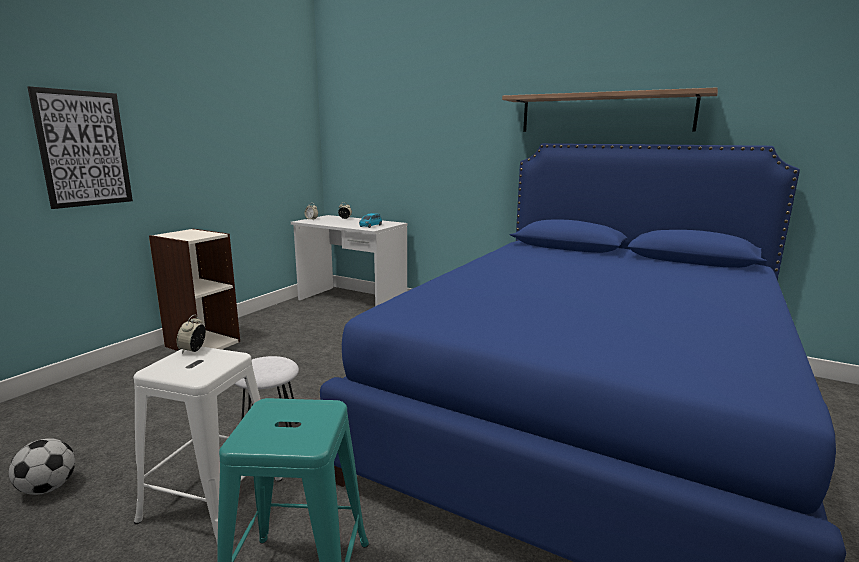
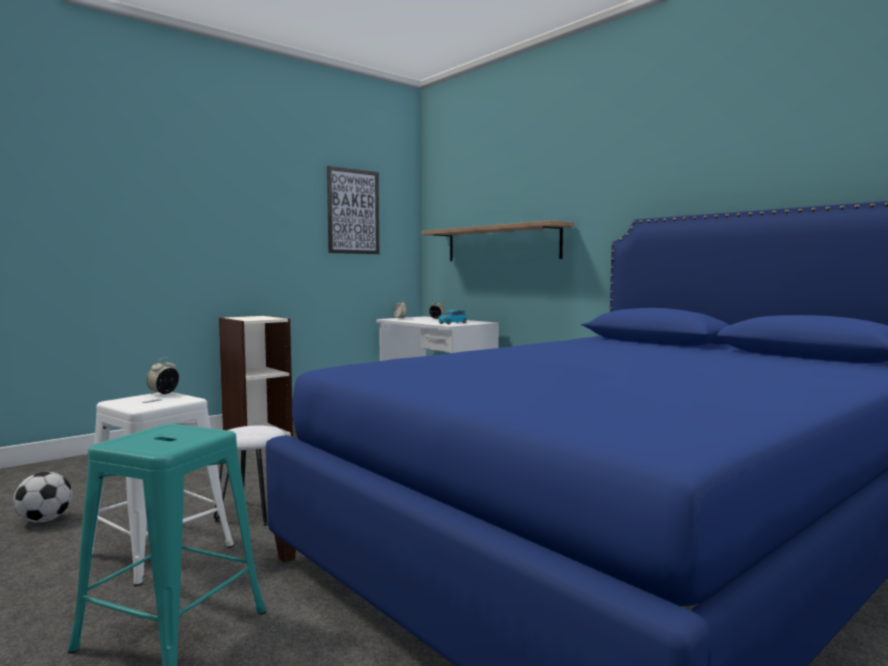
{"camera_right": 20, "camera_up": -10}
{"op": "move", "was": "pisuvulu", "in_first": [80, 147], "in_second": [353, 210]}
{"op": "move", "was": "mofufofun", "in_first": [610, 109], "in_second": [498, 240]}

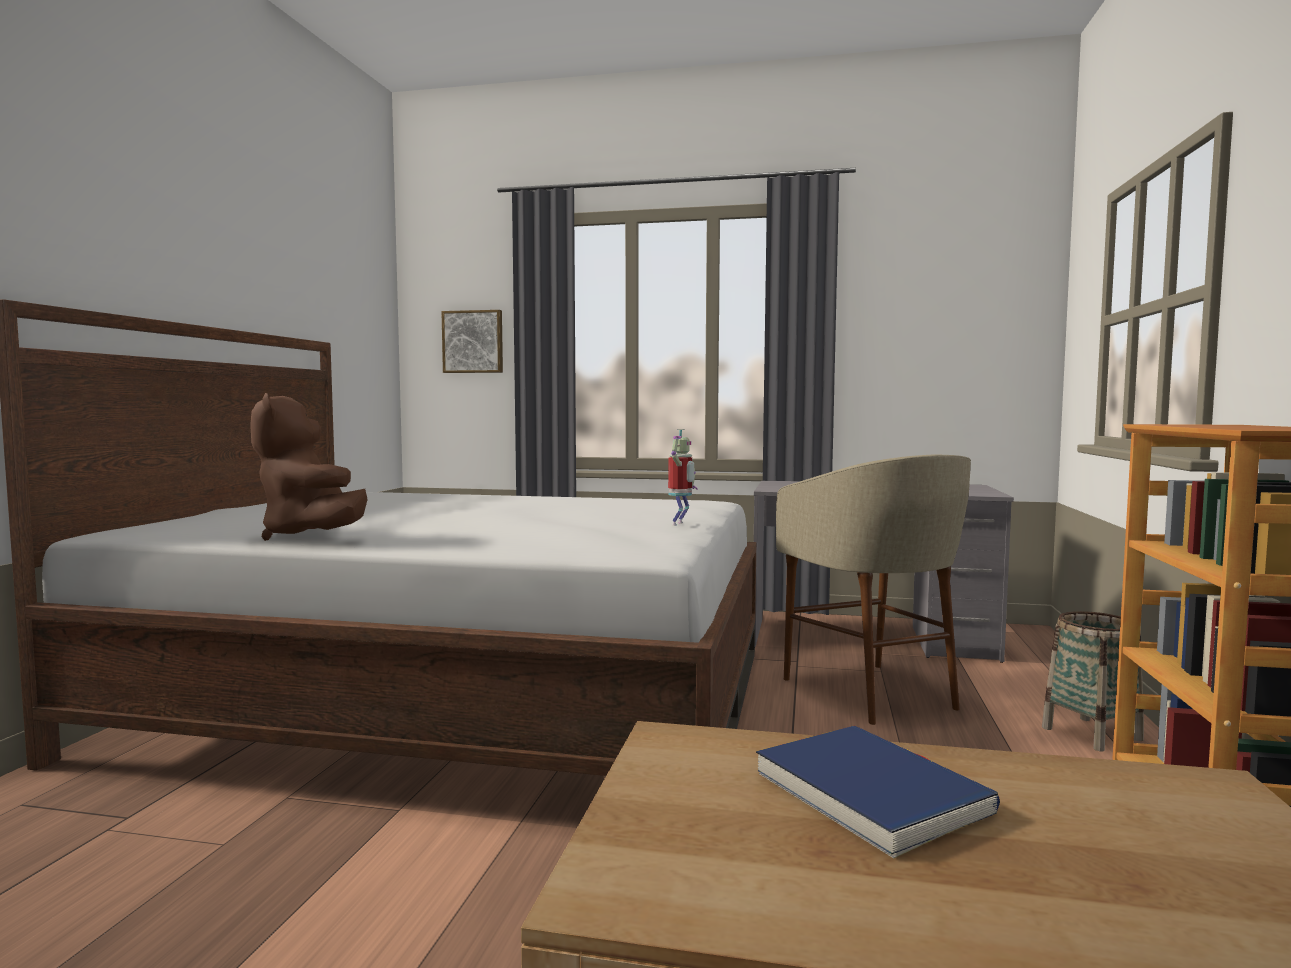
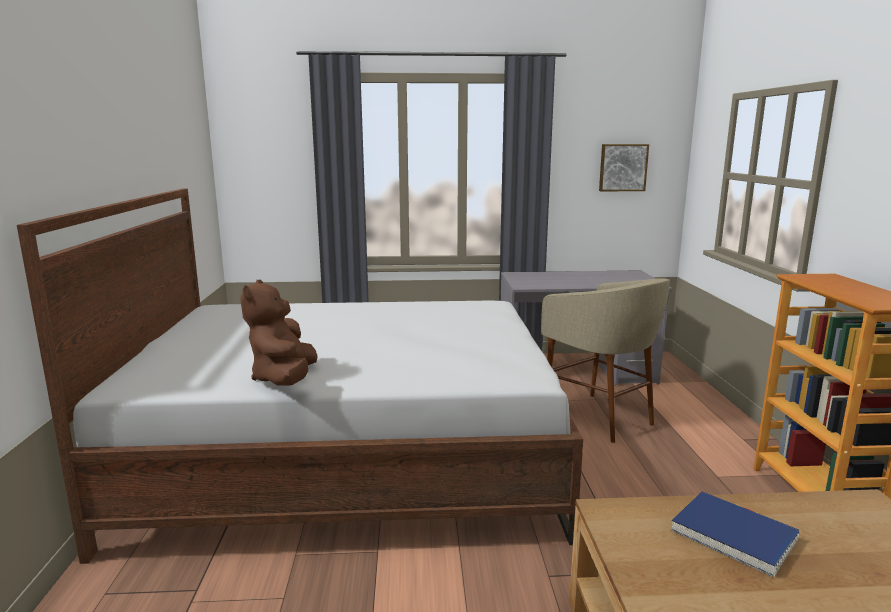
{"camera_right": -15, "camera_up": 10}
{"op": "rotate", "was": "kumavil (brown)", "in_first": [309, 467], "in_second": [279, 333], "clockwise": 45}
{"op": "move", "was": "pisuvulu", "in_first": [472, 341], "in_second": [624, 167]}
{"op": "delete", "was": "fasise", "in_first": [683, 477]}
{"op": "delete", "was": "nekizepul", "in_first": [1093, 681]}

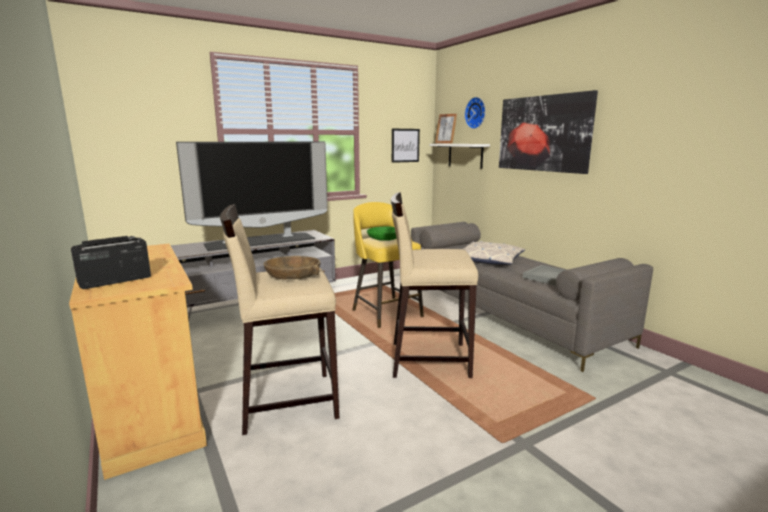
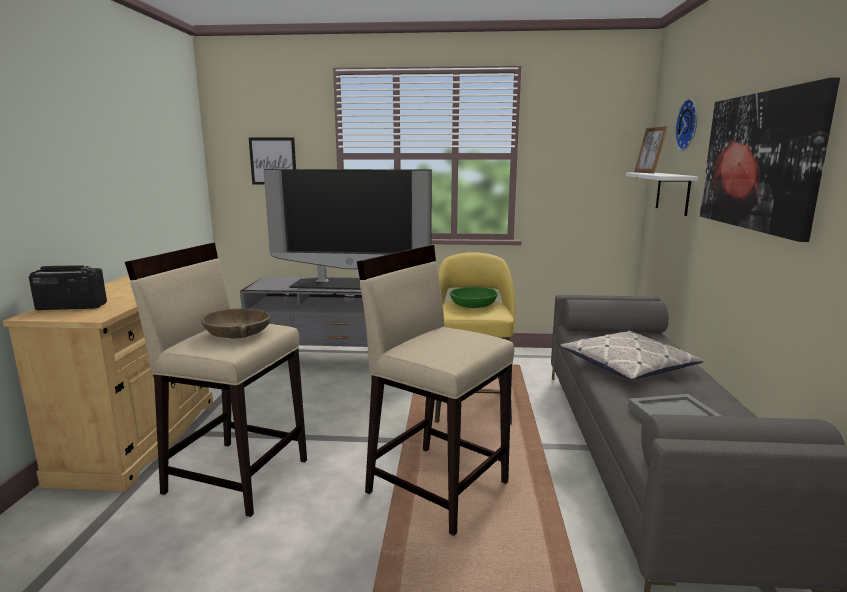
{"camera_right": 35, "camera_up": 0}
{"op": "move", "was": "pisuvulu", "in_first": [406, 146], "in_second": [272, 161]}

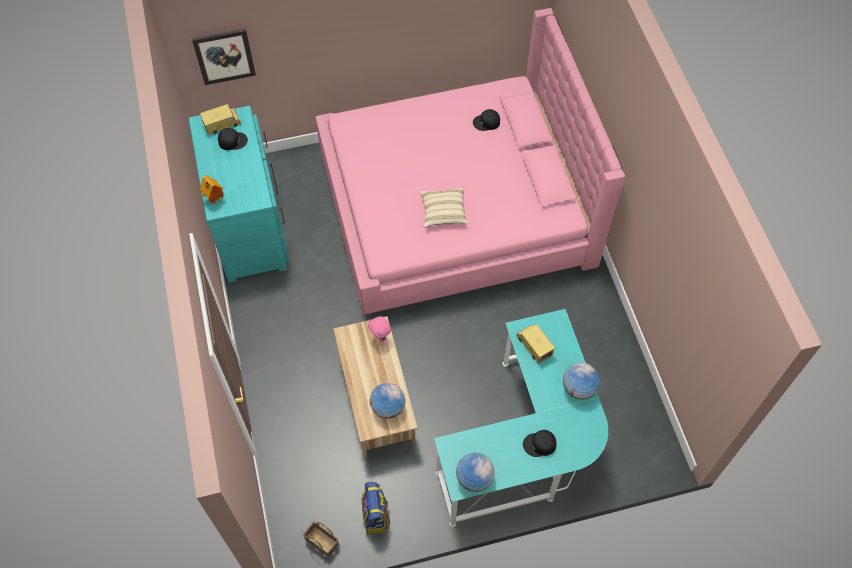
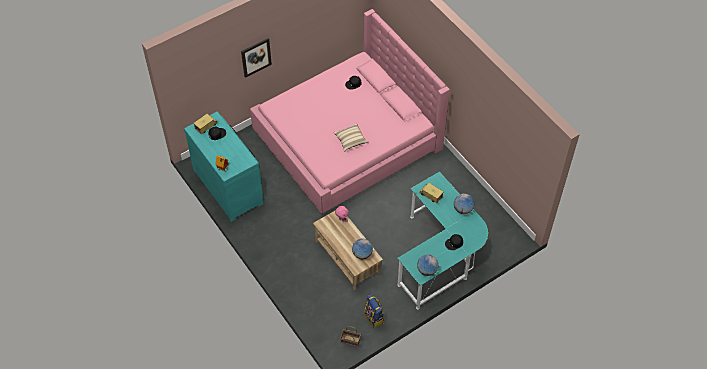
{"camera_right": -20, "camera_up": -5}
{"op": "move", "was": "pisuvulu", "in_first": [224, 57], "in_second": [256, 58]}

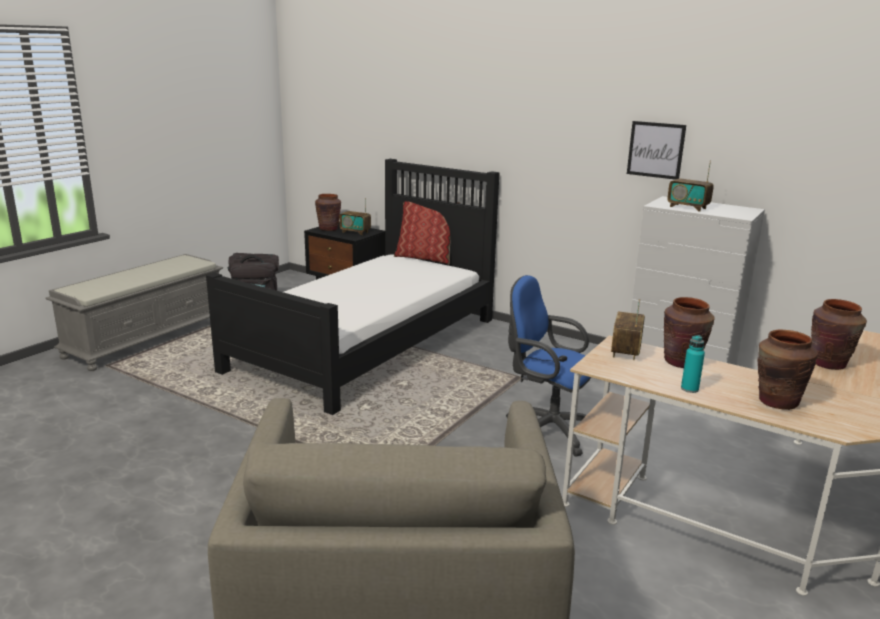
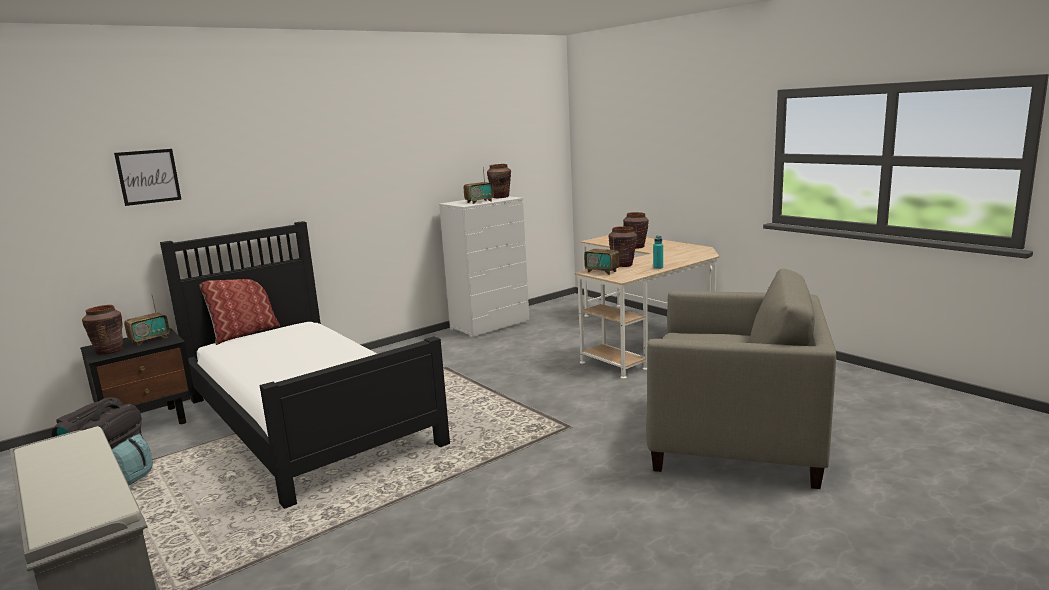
{"camera_right": -70, "camera_up": -5}
{"op": "move", "was": "pisuvulu", "in_first": [656, 150], "in_second": [148, 177]}
{"op": "move", "was": "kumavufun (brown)", "in_first": [787, 369], "in_second": [499, 181]}
{"op": "delete", "was": "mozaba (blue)", "in_first": [548, 366]}

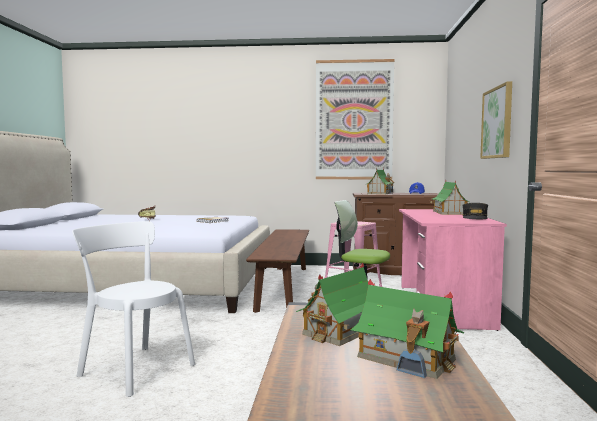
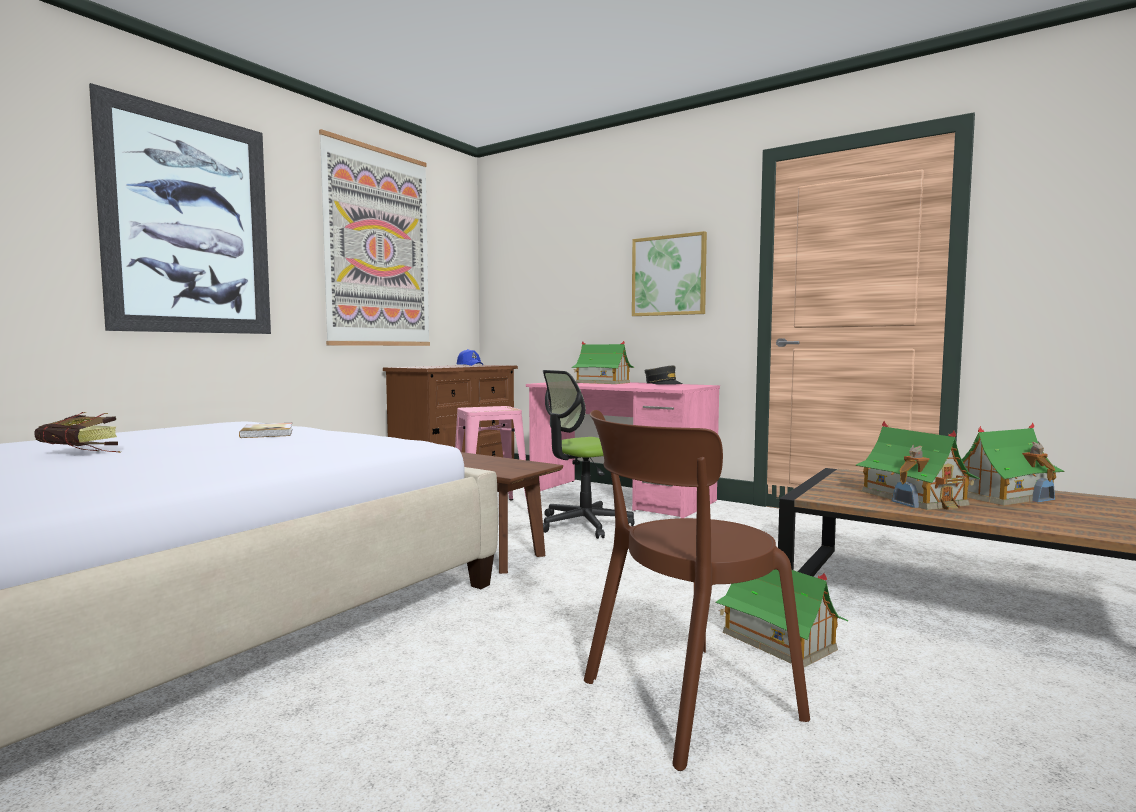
{"camera_right": -60, "camera_up": 0}
{"op": "insert", "now": "pisuvulu", "in_second": [180, 208]}
{"op": "recolor", "was": "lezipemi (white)", "now": "lezipemi (brown)", "in_first": [133, 309], "in_second": [697, 590]}
{"op": "move", "was": "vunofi", "in_first": [379, 181], "in_second": [782, 618]}

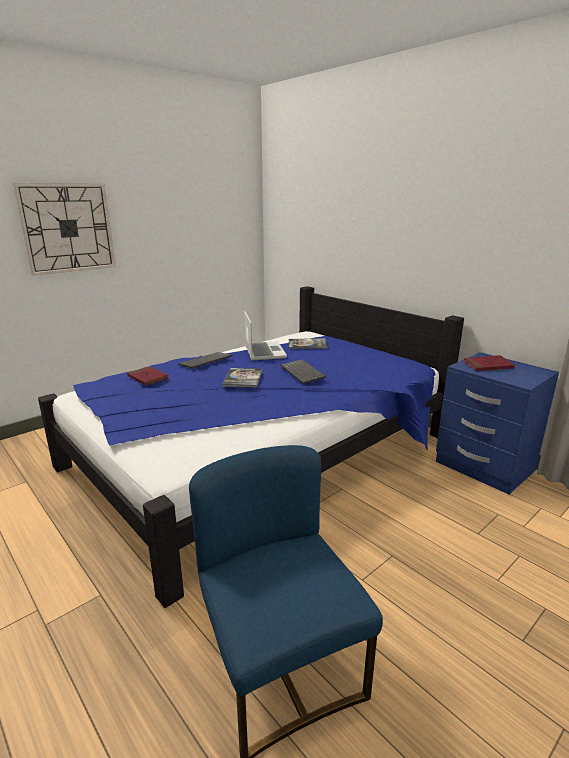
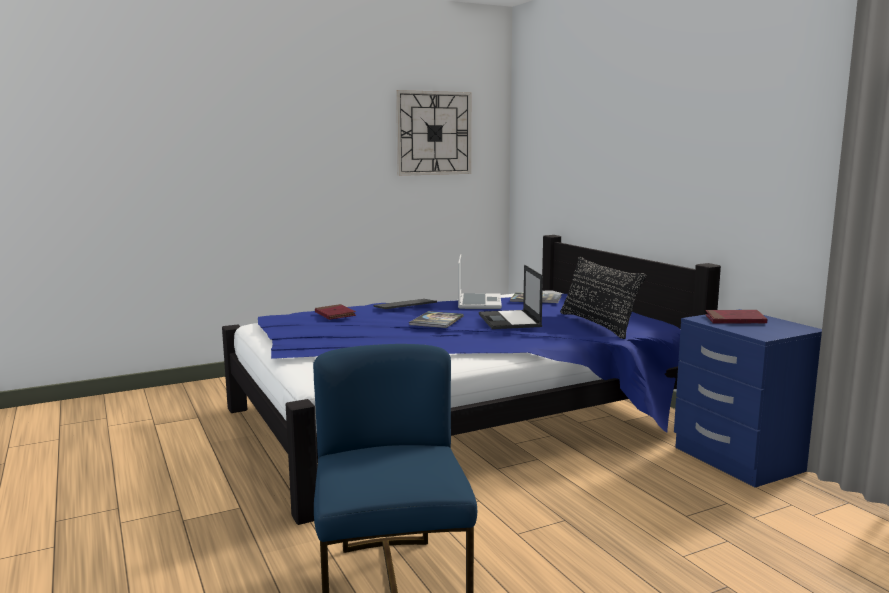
{"camera_right": 15, "camera_up": -10}
{"op": "move", "was": "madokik", "in_first": [64, 229], "in_second": [433, 133]}
{"op": "replace", "was": "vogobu", "now": "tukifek", "in_first": [303, 371], "in_second": [511, 297]}
{"op": "insert", "now": "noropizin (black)", "in_second": [603, 297]}

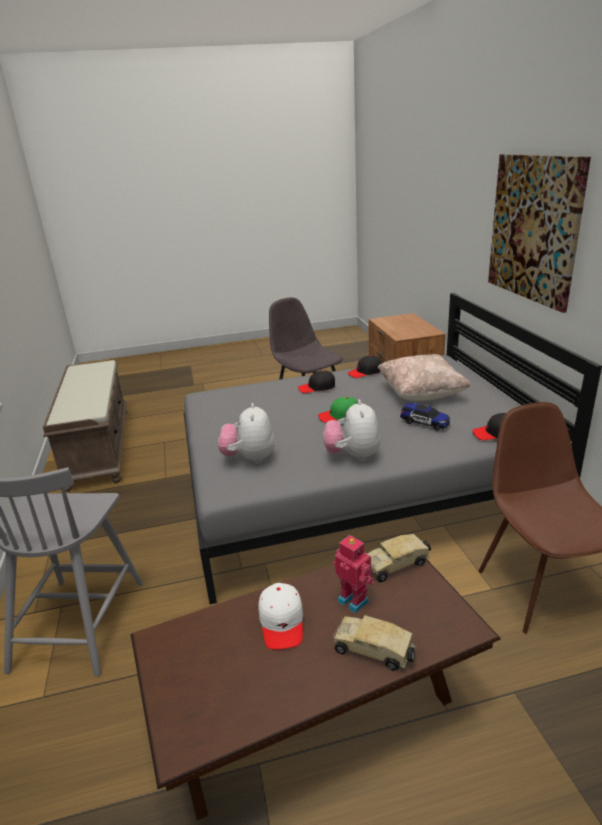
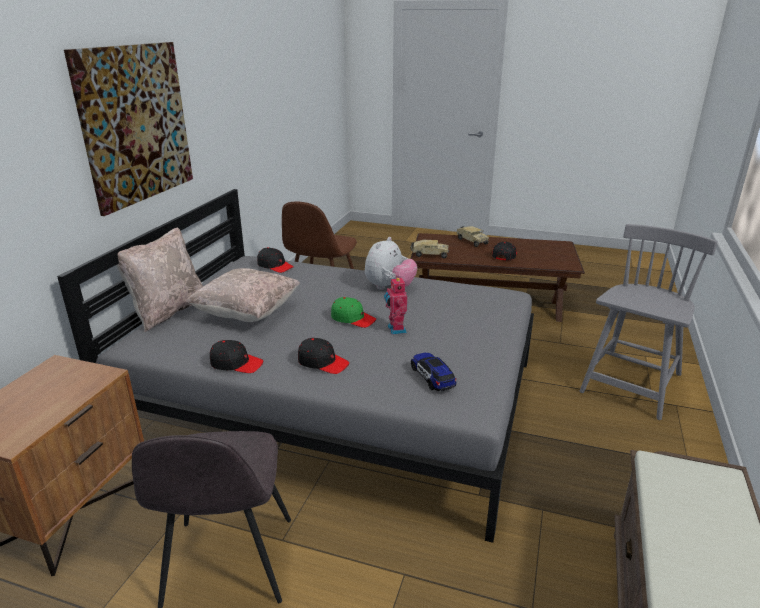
{"camera_right": -150, "camera_up": 0}
{"op": "insert", "now": "noropizin (beige)", "in_second": [160, 280]}
{"op": "move", "was": "fasise", "in_first": [354, 574], "in_second": [395, 305]}
{"op": "move", "was": "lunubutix", "in_first": [425, 417], "in_second": [433, 372]}
{"op": "recolor", "was": "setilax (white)", "now": "setilax (black)", "in_first": [281, 616], "in_second": [504, 251]}
{"op": "delete", "was": "kumavil", "in_first": [246, 433]}

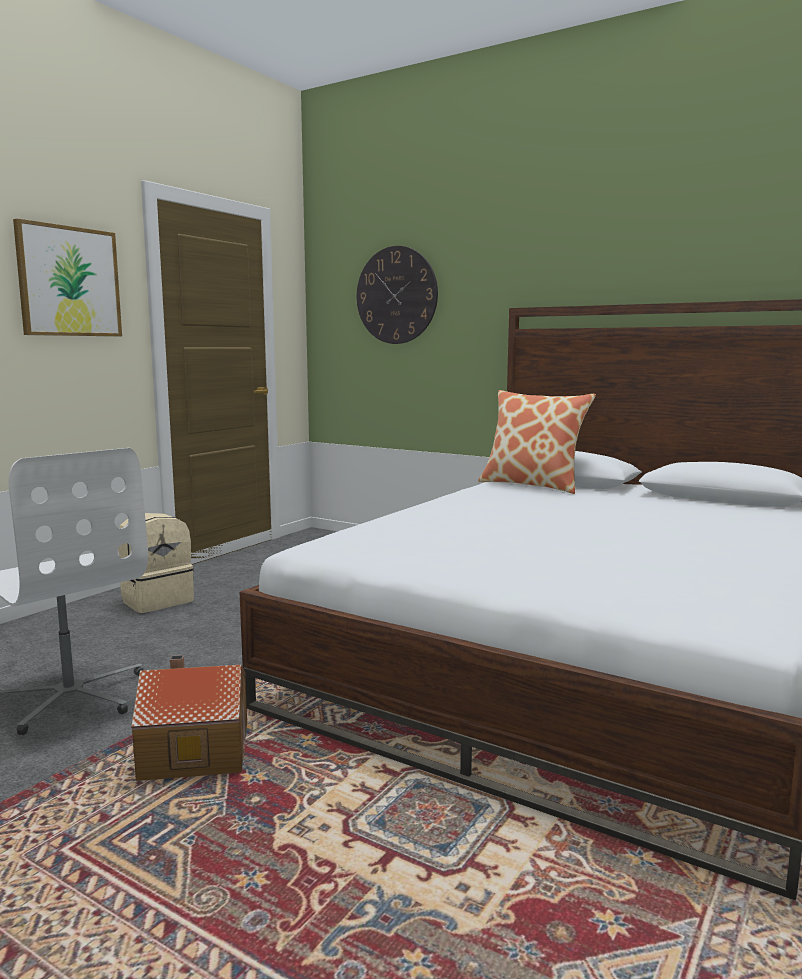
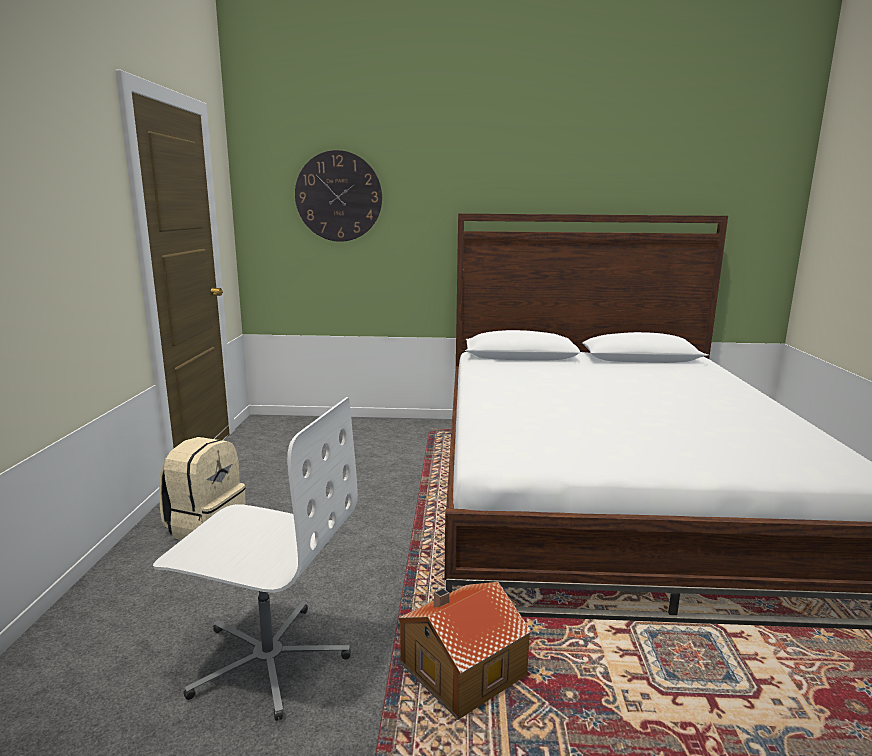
{"camera_right": -30, "camera_up": 5}
{"op": "delete", "was": "pisuvulu", "in_first": [67, 277]}
{"op": "delete", "was": "noropizin", "in_first": [537, 442]}

